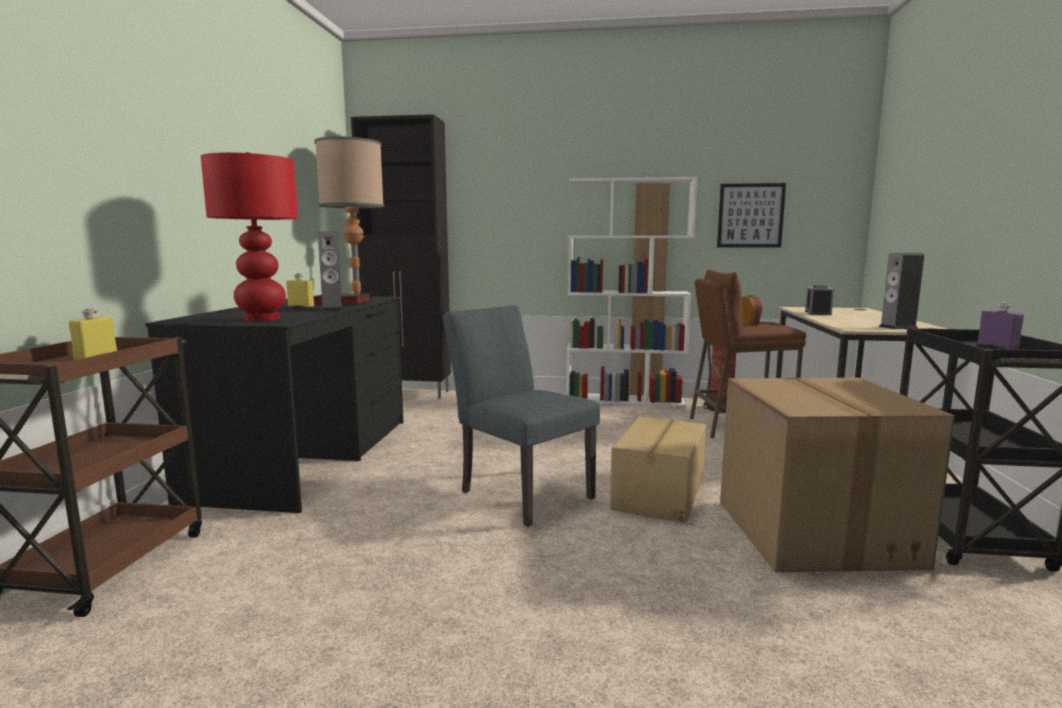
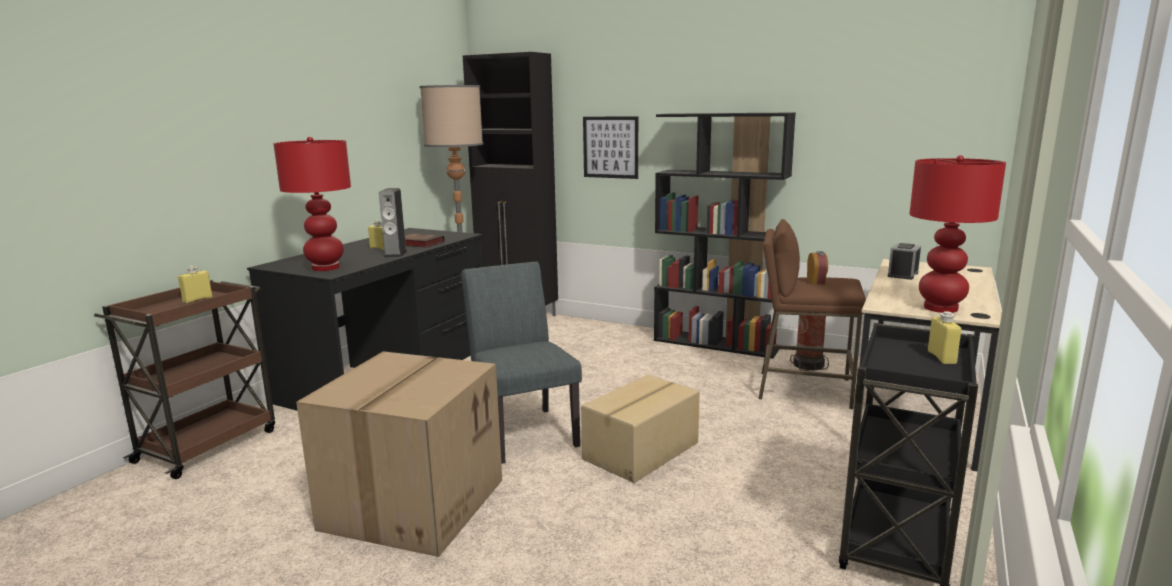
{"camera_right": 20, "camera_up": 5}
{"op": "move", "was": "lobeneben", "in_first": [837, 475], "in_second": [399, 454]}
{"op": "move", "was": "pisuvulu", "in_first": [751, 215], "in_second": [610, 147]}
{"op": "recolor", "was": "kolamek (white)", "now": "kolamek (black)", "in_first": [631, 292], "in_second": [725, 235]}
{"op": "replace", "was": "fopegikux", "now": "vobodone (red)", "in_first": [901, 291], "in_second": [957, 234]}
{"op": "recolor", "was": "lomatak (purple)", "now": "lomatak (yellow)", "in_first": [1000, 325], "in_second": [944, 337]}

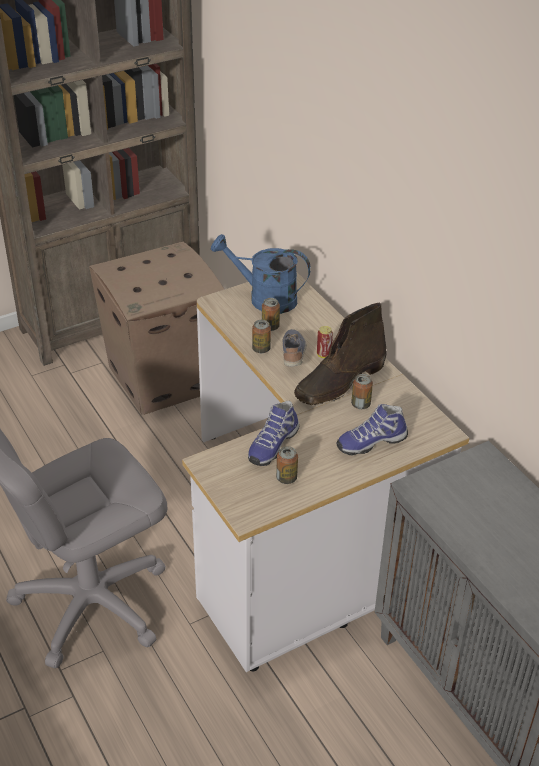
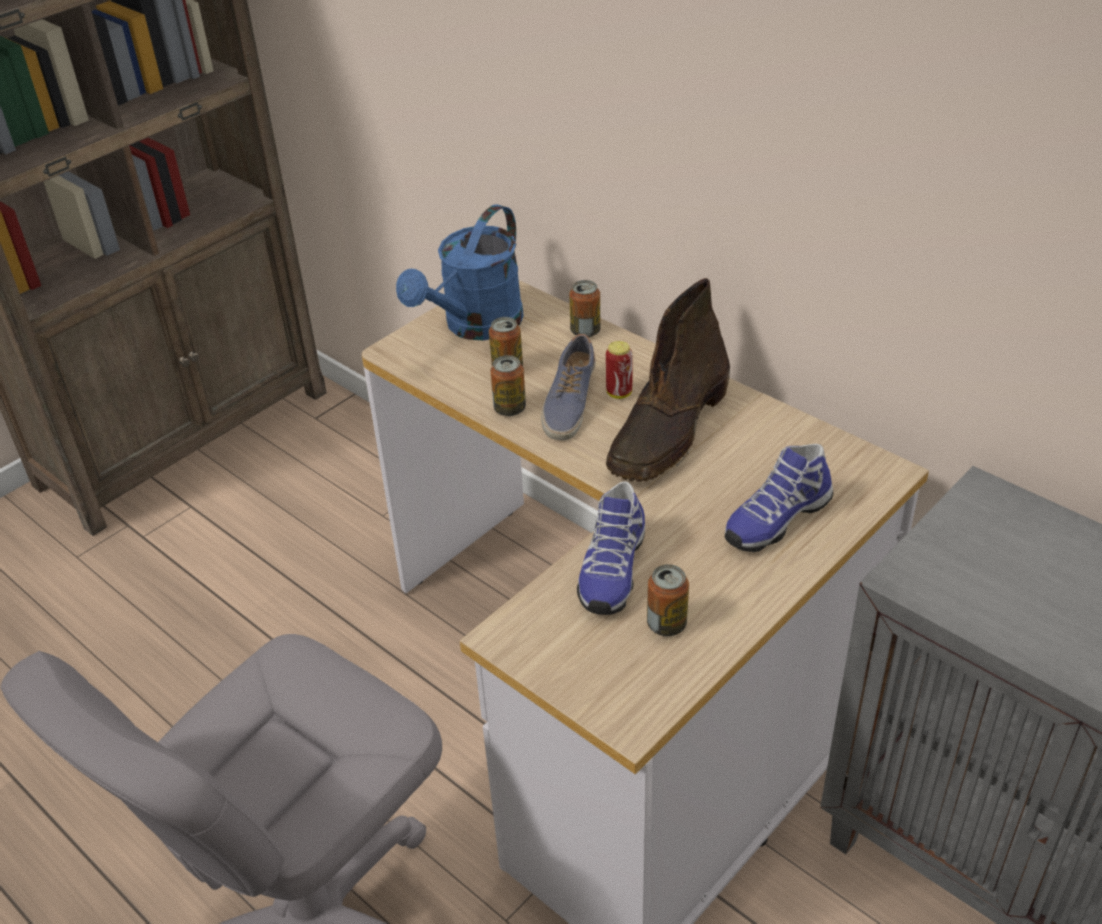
{"camera_right": -15, "camera_up": 0}
{"op": "rotate", "was": "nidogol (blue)", "in_first": [261, 274], "in_second": [460, 272], "clockwise": -60}
{"op": "rotate", "was": "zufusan", "in_first": [294, 348], "in_second": [568, 387], "clockwise": -150}
{"op": "move", "was": "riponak", "in_first": [362, 391], "in_second": [585, 308]}
{"op": "delete", "was": "lobeneben", "in_first": [156, 328]}

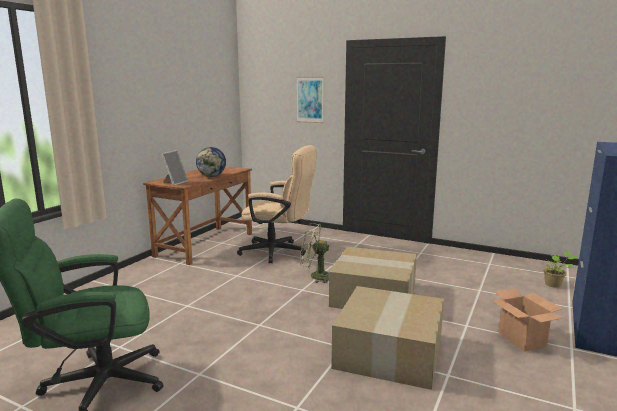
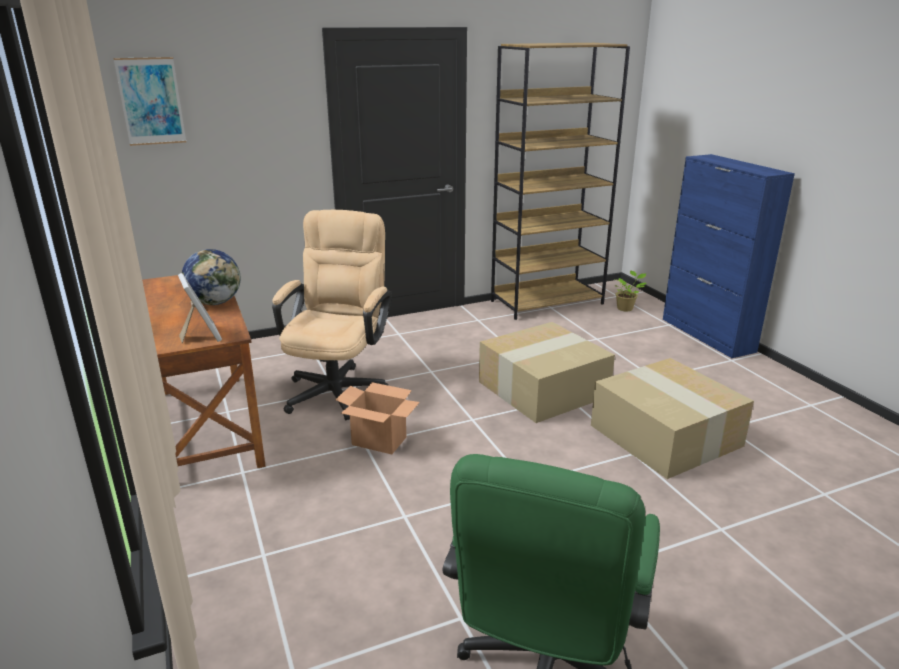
{"camera_right": -50, "camera_up": 10}
{"op": "move", "was": "pisuvulu", "in_first": [310, 100], "in_second": [149, 101]}
{"op": "rotate", "was": "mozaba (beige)", "in_first": [277, 204], "in_second": [332, 315], "clockwise": -45}
{"op": "move", "was": "lobeneben", "in_first": [527, 320], "in_second": [377, 418]}
{"op": "insert", "now": "kolamek (brown)", "in_second": [560, 181]}
{"op": "delete", "was": "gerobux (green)", "in_first": [314, 253]}

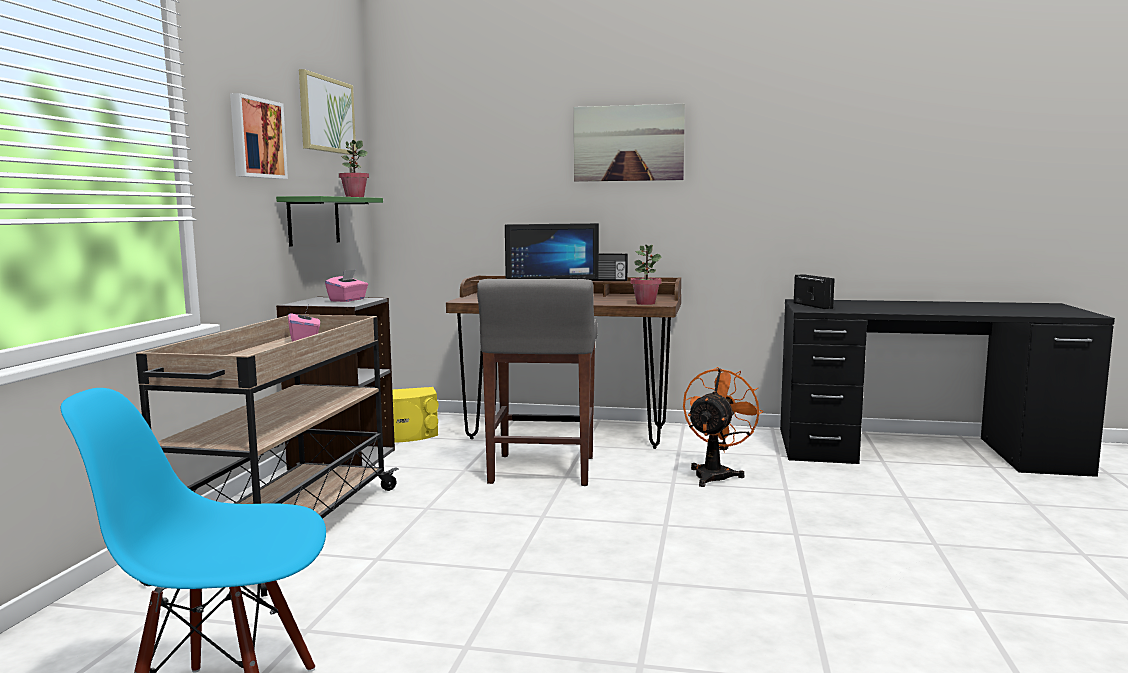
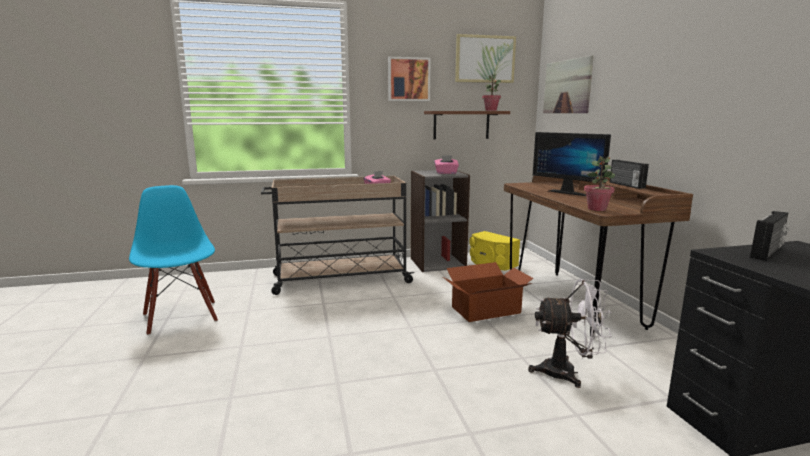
{"camera_right": 65, "camera_up": 5}
{"op": "recolor", "was": "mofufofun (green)", "now": "mofufofun (brown)", "in_first": [329, 221], "in_second": [467, 125]}
{"op": "replace", "was": "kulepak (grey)", "now": "lobeneben", "in_first": [537, 382], "in_second": [488, 292]}
{"op": "recolor", "was": "gerobux (orange)", "now": "gerobux (white)", "in_first": [723, 427], "in_second": [570, 333]}
{"op": "move", "was": "pisuvulu", "in_first": [629, 143], "in_second": [568, 84]}

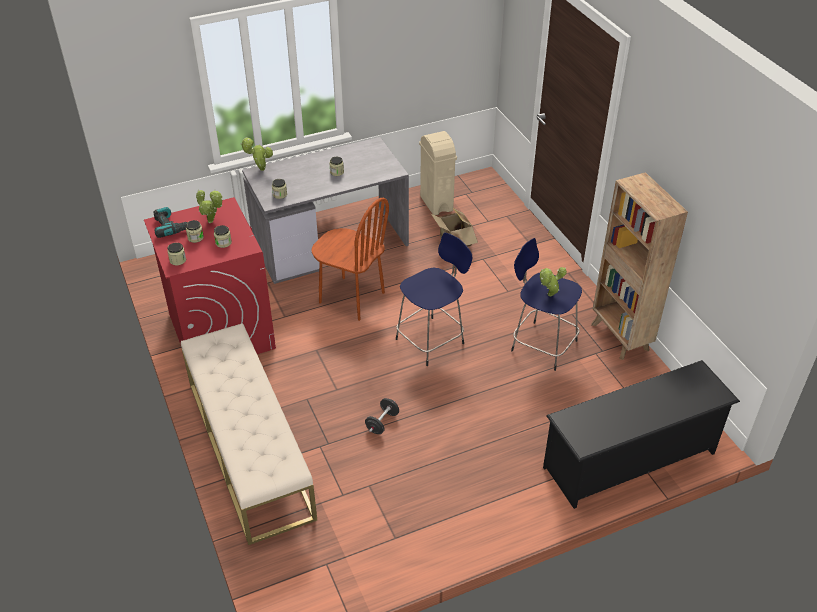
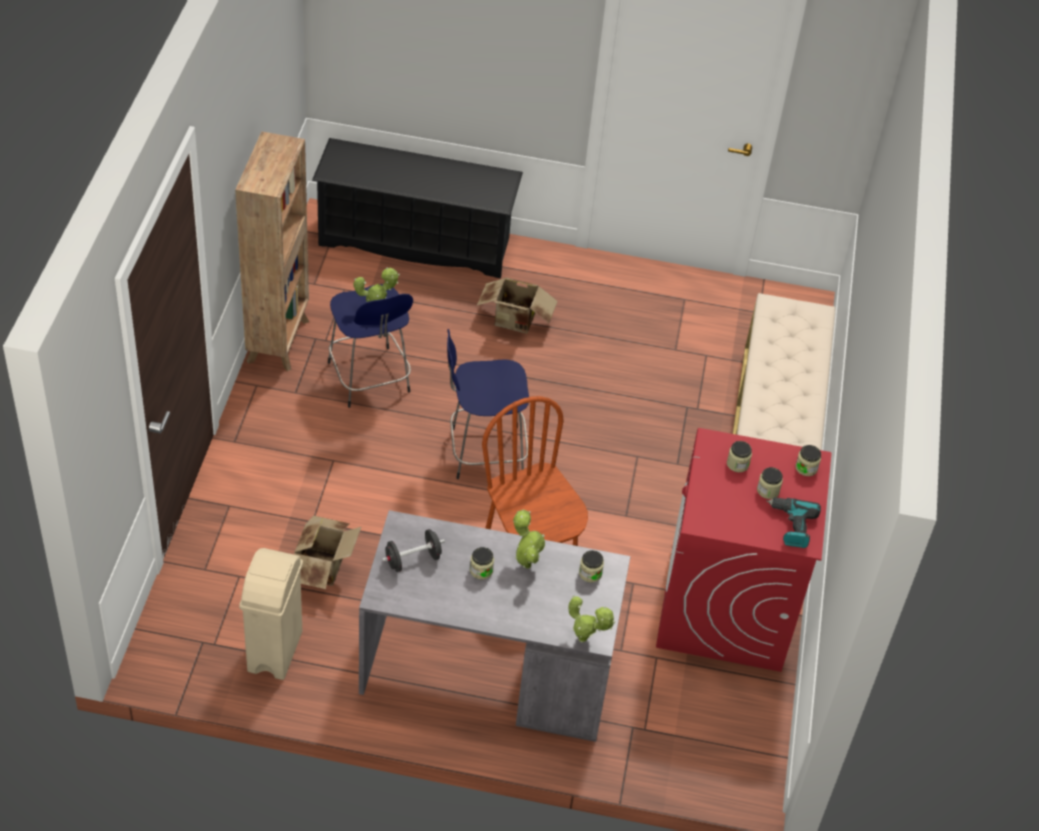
{"camera_right": -150, "camera_up": 5}
{"op": "move", "was": "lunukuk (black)", "in_first": [382, 416], "in_second": [413, 550]}
{"op": "insert", "now": "lobeneben", "in_second": [517, 306]}
{"op": "move", "was": "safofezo", "in_first": [209, 206], "in_second": [529, 538]}

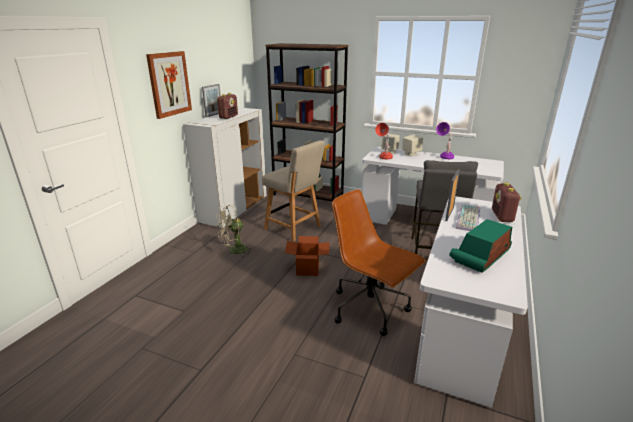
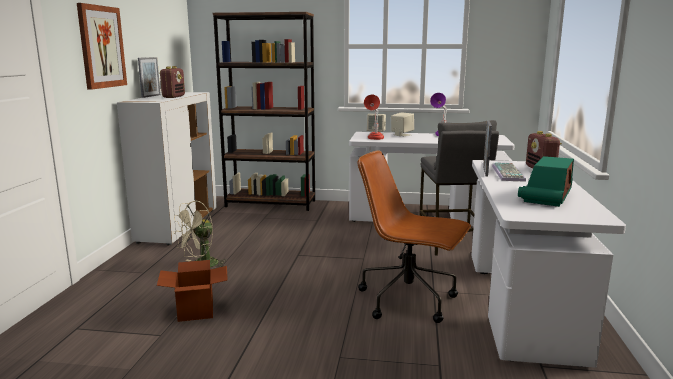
{"camera_right": -15, "camera_up": -10}
{"op": "move", "was": "lobeneben", "in_first": [307, 256], "in_second": [192, 291]}
{"op": "delete", "was": "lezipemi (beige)", "in_first": [293, 191]}

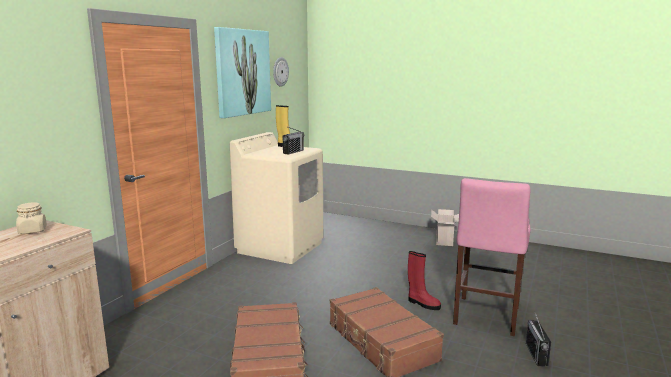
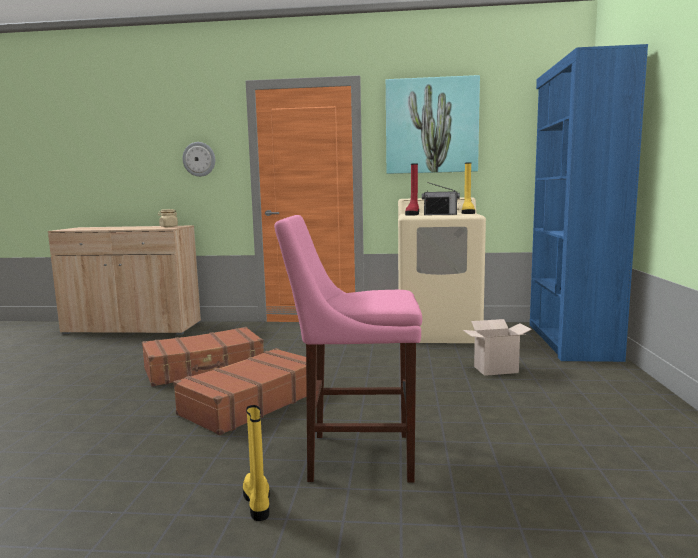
{"camera_right": 70, "camera_up": -5}
{"op": "move", "was": "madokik", "in_first": [281, 72], "in_second": [198, 159]}
{"op": "replace", "was": "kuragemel", "now": "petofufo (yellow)", "in_first": [538, 339], "in_second": [256, 463]}
{"op": "move", "was": "petofufo (red)", "in_first": [424, 280], "in_second": [412, 189]}
{"op": "move", "was": "lobeneben", "in_first": [445, 227], "in_second": [497, 347]}
{"op": "insert", "now": "kolamek (blue)", "in_second": [589, 203]}

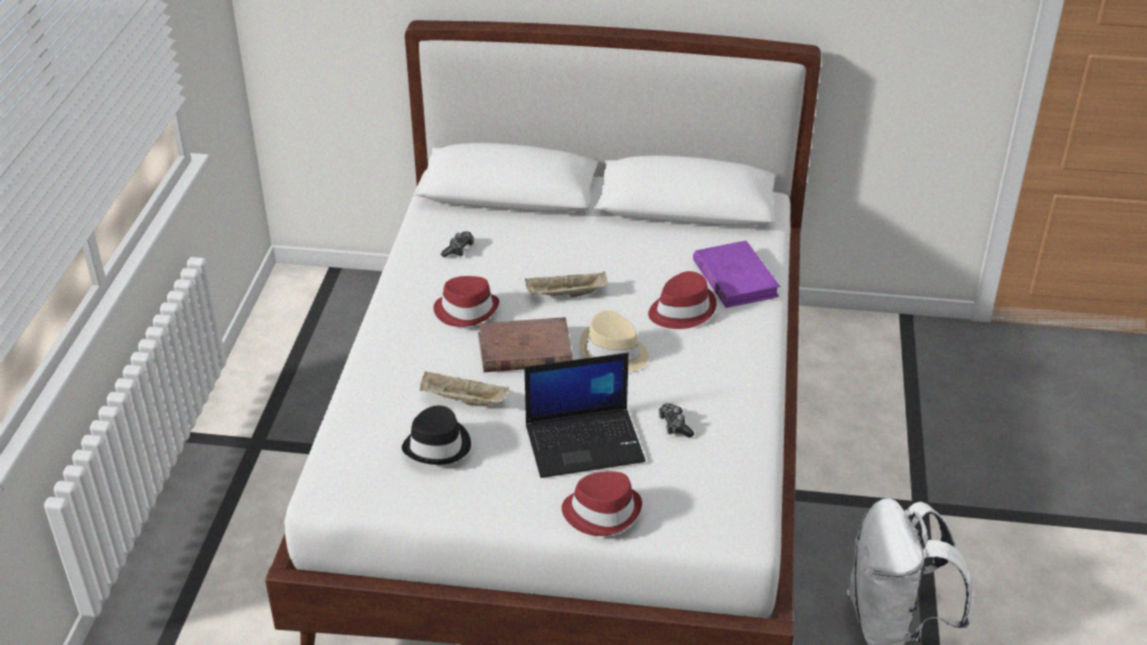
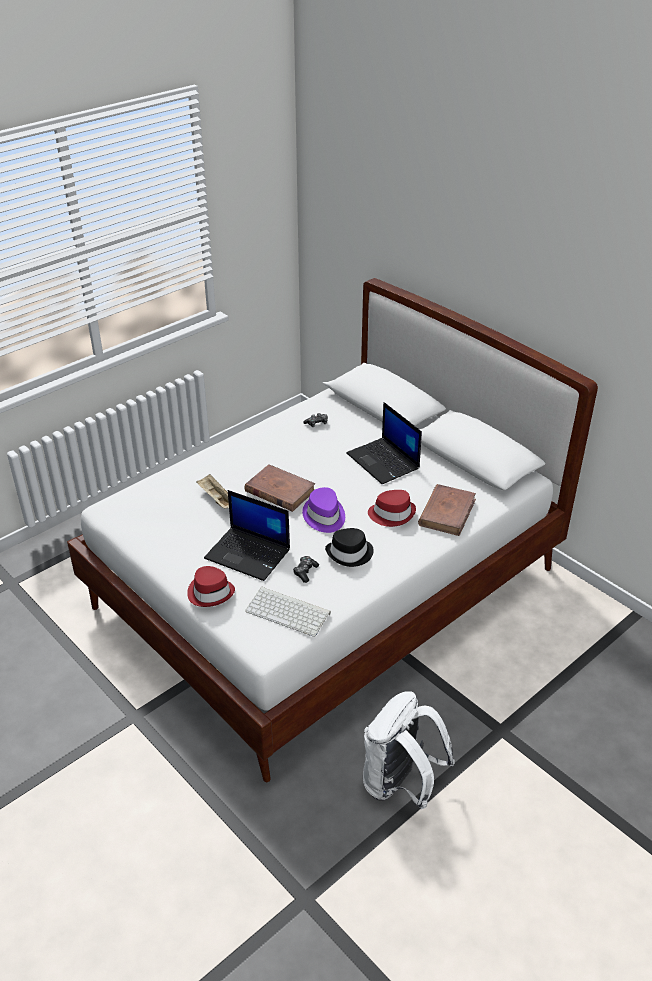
{"camera_right": 40, "camera_up": 0}
{"op": "insert", "now": "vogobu", "in_second": [288, 612]}
{"op": "recolor", "was": "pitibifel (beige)", "now": "pitibifel (purple)", "in_first": [614, 341], "in_second": [323, 510]}
{"op": "move", "was": "pitibifel (black)", "in_first": [436, 435], "in_second": [349, 547]}
{"op": "insert", "now": "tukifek", "in_second": [384, 443]}
{"op": "recolor", "was": "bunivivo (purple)", "now": "bunivivo (brown)", "in_first": [736, 274], "in_second": [447, 510]}
{"op": "delete", "was": "pitibifel (red)", "in_first": [466, 301]}
{"op": "delete", "was": "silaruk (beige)", "in_first": [566, 284]}

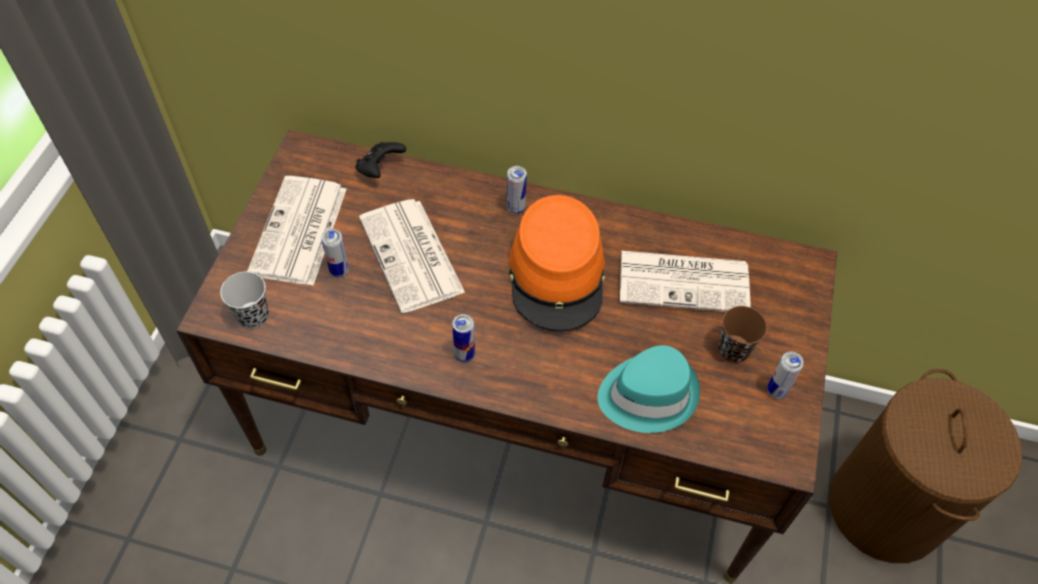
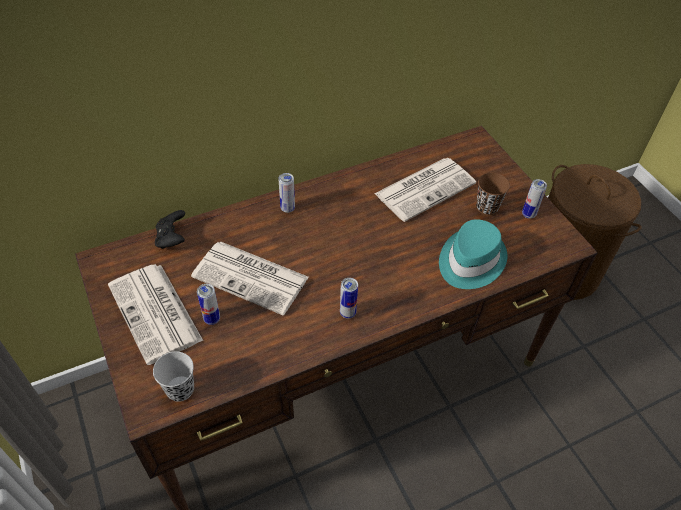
{"camera_right": -40, "camera_up": -5}
{"op": "delete", "was": "pitibifel (orange)", "in_first": [556, 263]}

